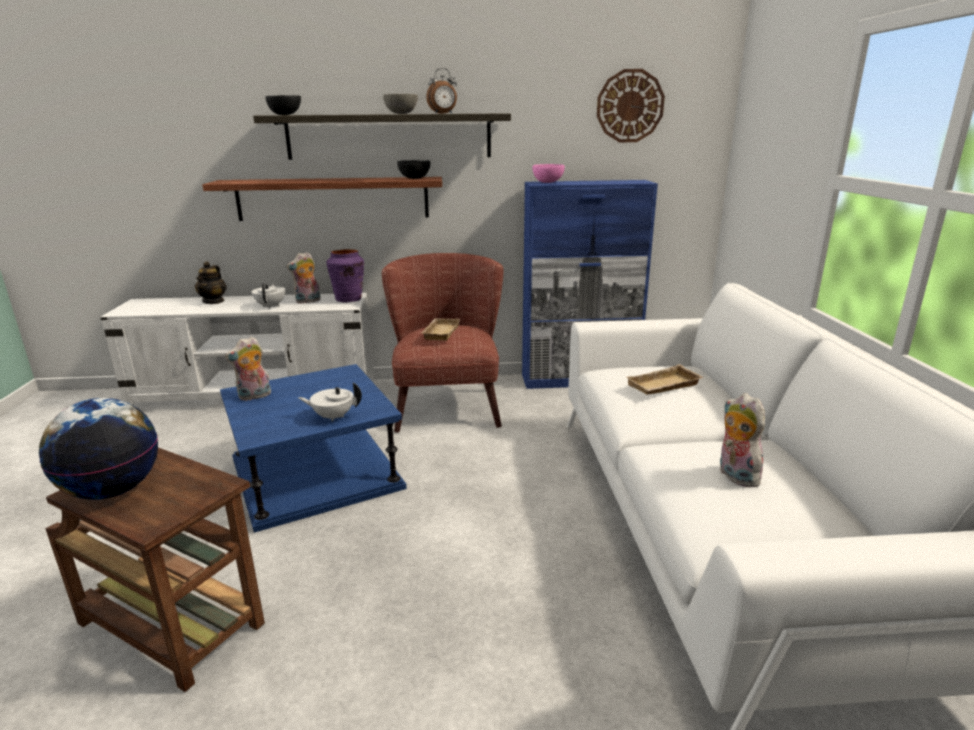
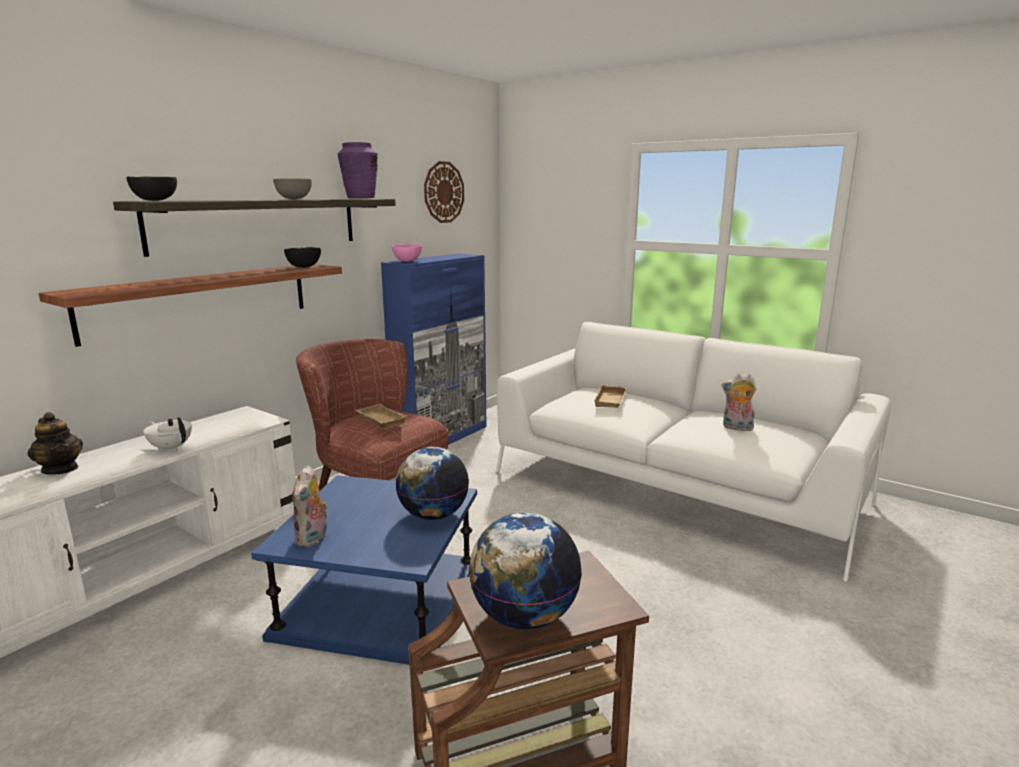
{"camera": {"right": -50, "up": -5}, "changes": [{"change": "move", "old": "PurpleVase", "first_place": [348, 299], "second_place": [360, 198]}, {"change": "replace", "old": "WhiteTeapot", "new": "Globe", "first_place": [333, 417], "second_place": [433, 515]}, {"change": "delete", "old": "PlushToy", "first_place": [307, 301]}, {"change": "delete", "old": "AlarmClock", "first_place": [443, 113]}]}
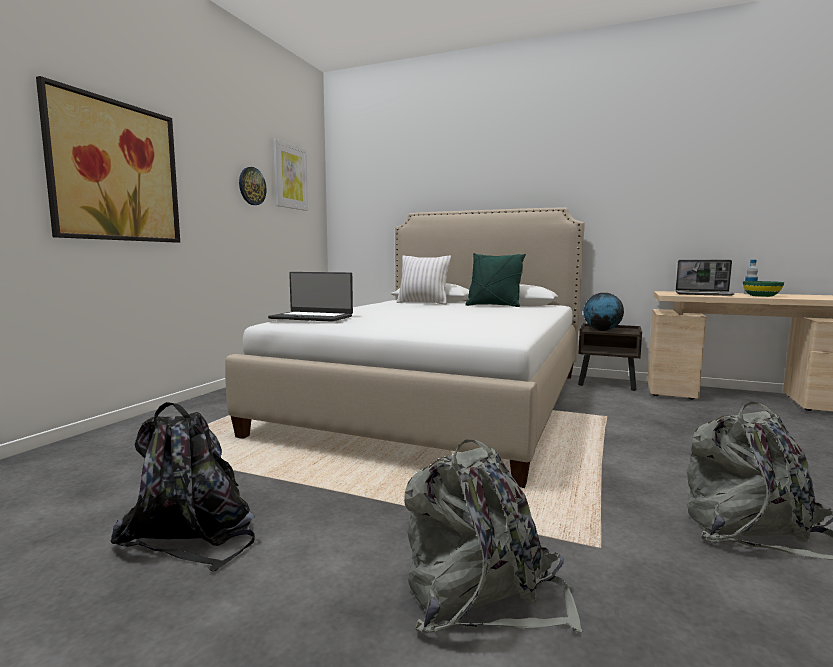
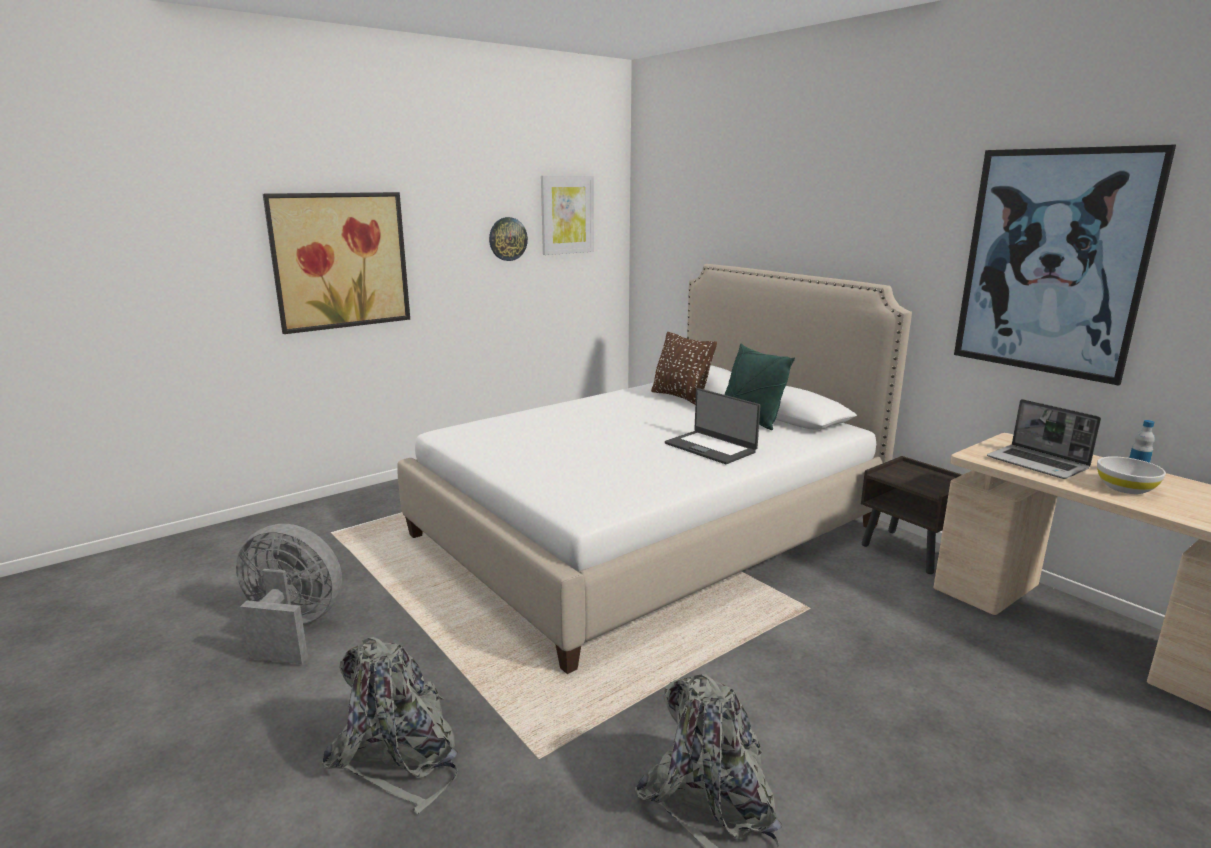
{"camera": {"right": 30, "up": 10}, "changes": [{"change": "replace", "old": "BlackBackpack", "new": "GreyFan", "first_place": [194, 533], "second_place": [292, 629]}, {"change": "recolor", "old": "WhitePillow", "new": "BrownPillow", "first_place": [423, 303], "second_place": [681, 397]}, {"change": "move", "old": "Laptop", "first_place": [312, 317], "second_place": [711, 447]}, {"change": "insert", "new": "Picture", "second_place": [1052, 263]}, {"change": "recolor", "old": "GreenBowl", "new": "WhiteBowl", "first_place": [761, 296], "second_place": [1125, 488]}, {"change": "delete", "old": "Globe", "first_place": [602, 330]}]}
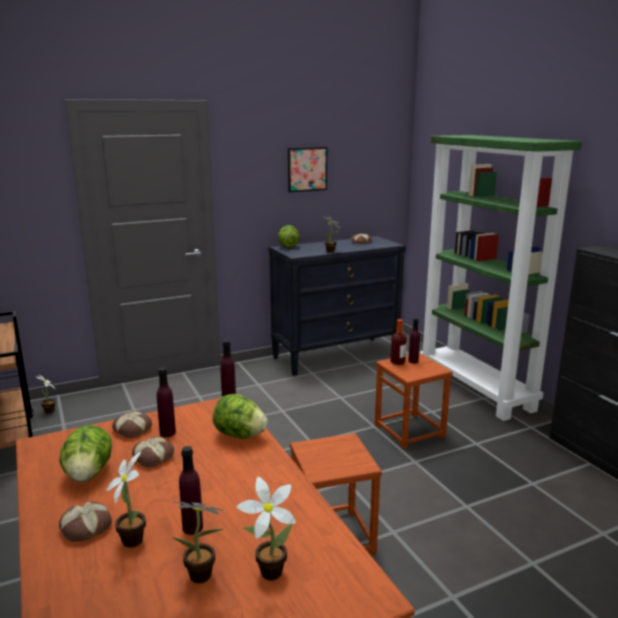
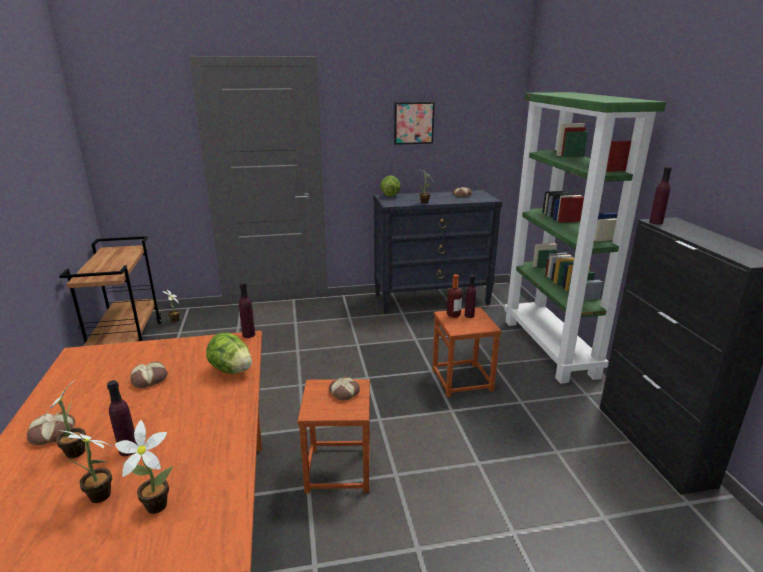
{"camera": {"right": 15, "up": 5}, "changes": [{"change": "move", "old": "Bread", "first_place": [133, 429], "second_place": [344, 392]}, {"change": "move", "old": "PurpleBottle", "first_place": [167, 433], "second_place": [655, 222]}, {"change": "delete", "old": "Lettuce", "first_place": [88, 474]}]}
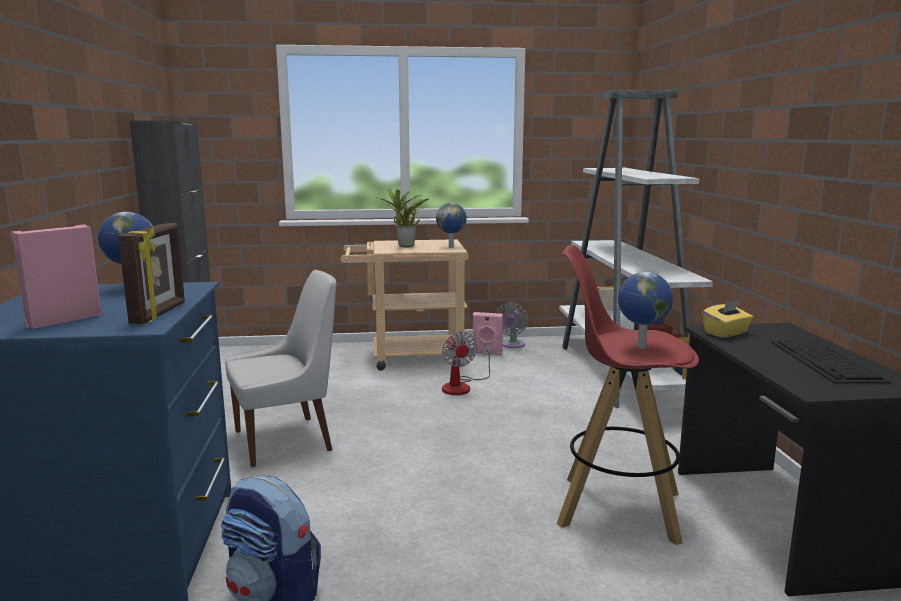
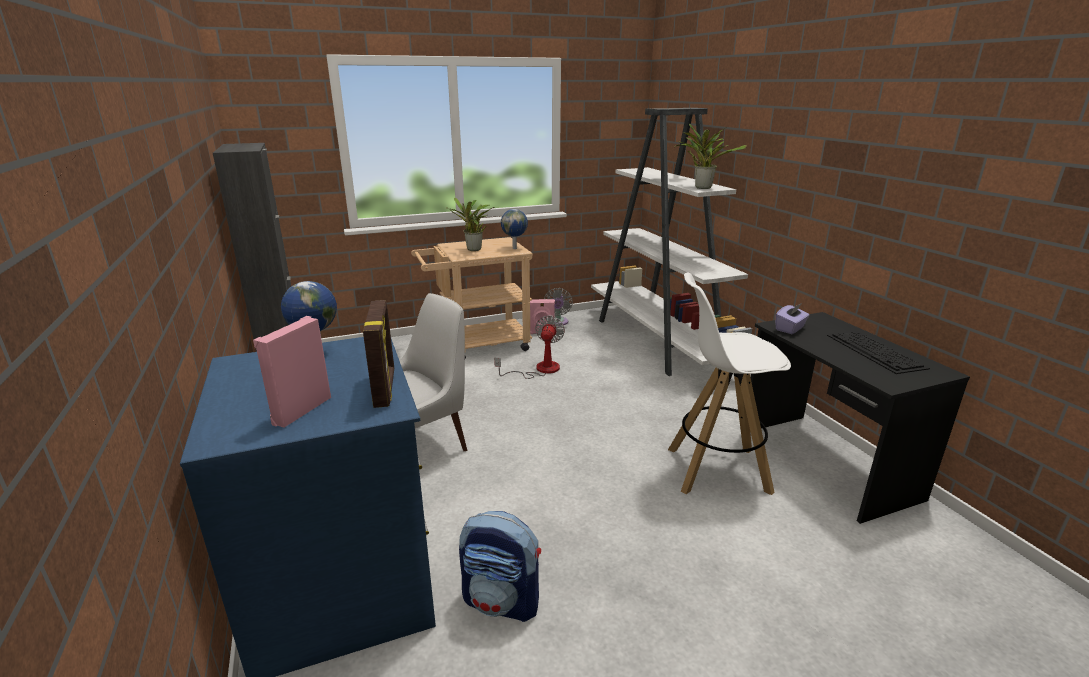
{"camera": {"right": -15, "up": 10}, "changes": [{"change": "rotate", "old": "Fan", "first_place": [462, 386], "second_place": [539, 370], "degrees": -135}, {"change": "recolor", "old": "RedStool", "new": "WhiteStool", "first_place": [617, 508], "second_place": [716, 470]}, {"change": "insert", "new": "PottedPlant", "second_place": [701, 187]}, {"change": "recolor", "old": "YellowTissueBox", "new": "PurpleTissueBox", "first_place": [726, 333], "second_place": [790, 329]}, {"change": "delete", "old": "Globe", "first_place": [640, 347]}]}
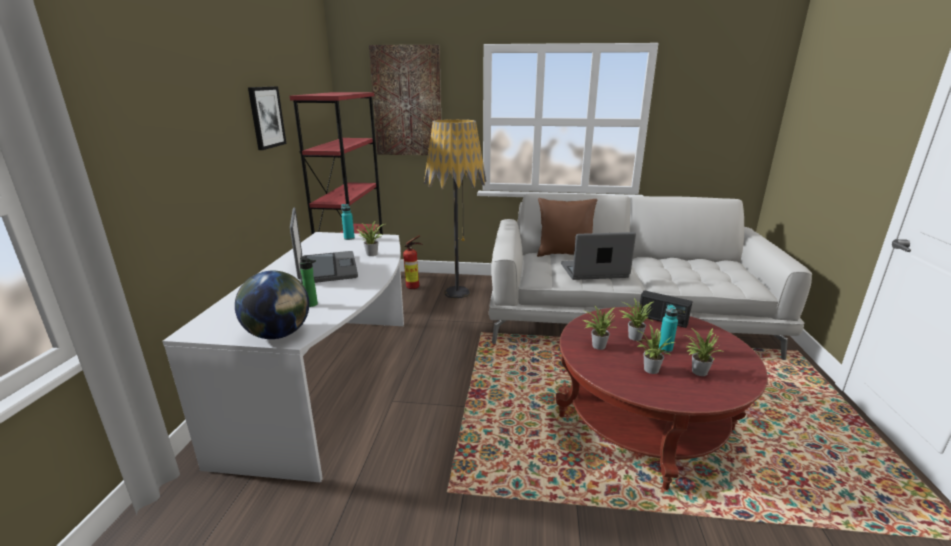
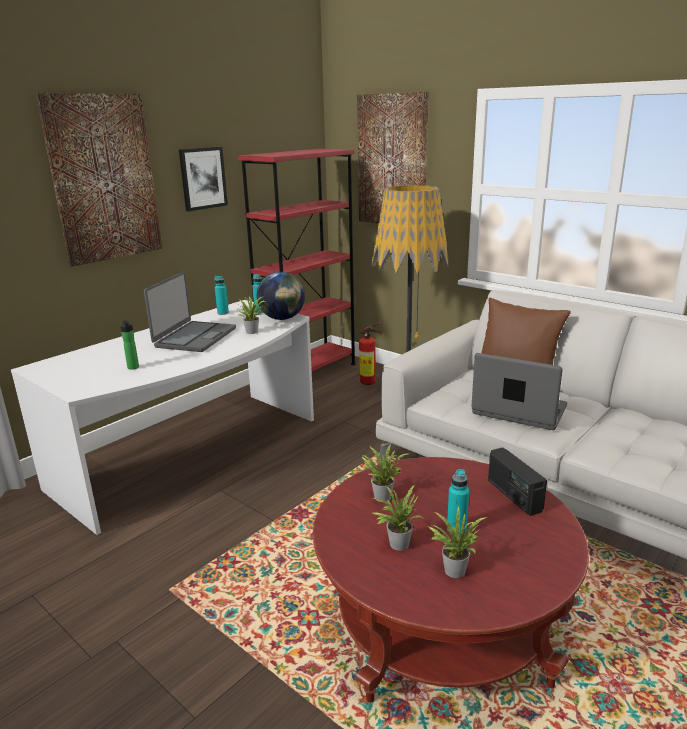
{"camera": {"right": 35, "up": 0}, "changes": [{"change": "insert", "new": "Picture", "second_place": [104, 179]}, {"change": "insert", "new": "TurquoiseBottle", "second_place": [223, 313]}, {"change": "move", "old": "Globe", "first_place": [279, 334], "second_place": [282, 318]}, {"change": "delete", "old": "PottedPlant", "first_place": [633, 336]}]}
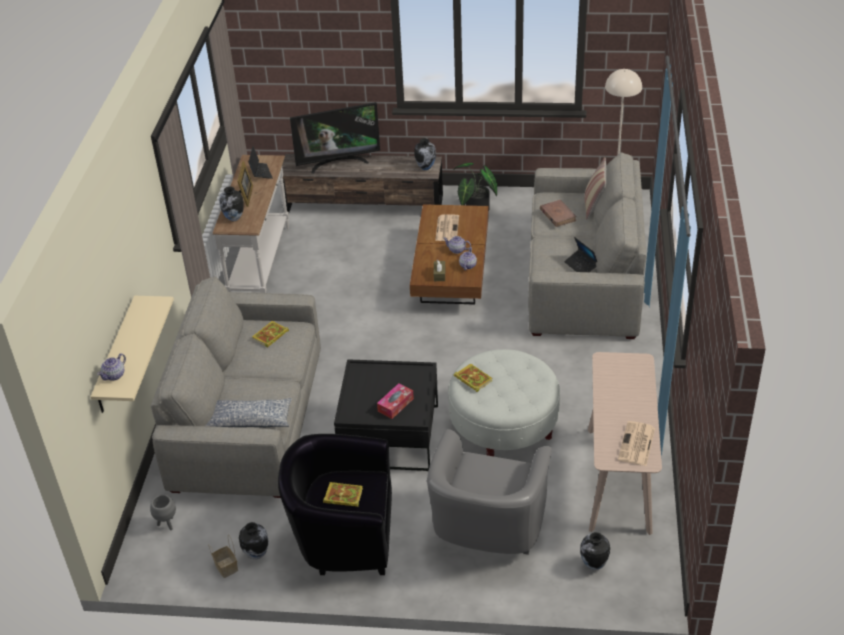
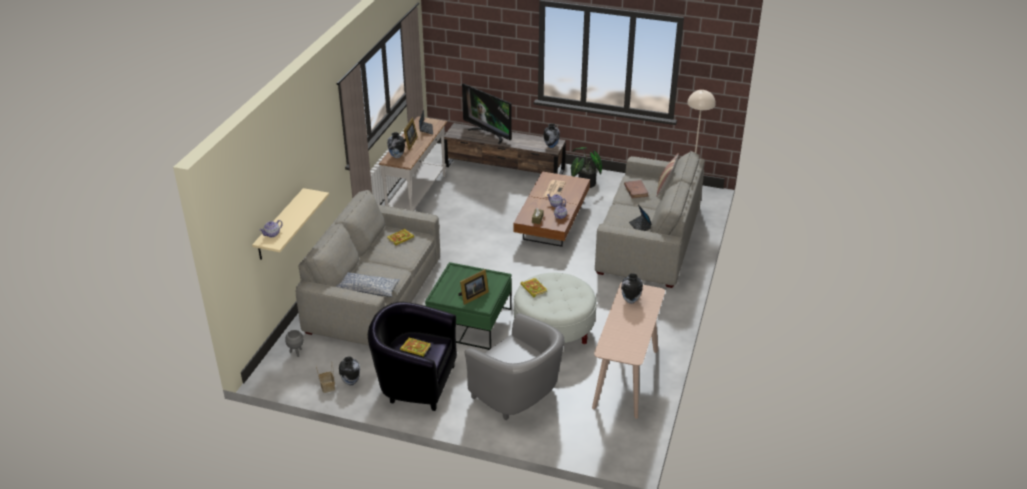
{"camera": {"right": 10, "up": -5}, "changes": [{"change": "recolor", "old": "BlackCoffeeTable", "new": "GreenCoffeeTable", "first_place": [389, 436], "second_place": [470, 323]}, {"change": "replace", "old": "TissueBox", "new": "PictureFrame", "first_place": [395, 405], "second_place": [472, 296]}, {"change": "rotate", "old": "Television", "first_place": [338, 163], "second_place": [489, 134], "degrees": 45}, {"change": "rotate", "old": "GreyArmchair", "first_place": [487, 531], "second_place": [518, 395], "degrees": -75}, {"change": "move", "old": "Vase", "first_place": [593, 565], "second_place": [630, 301]}, {"change": "delete", "old": "Newspaper", "first_place": [636, 444]}]}
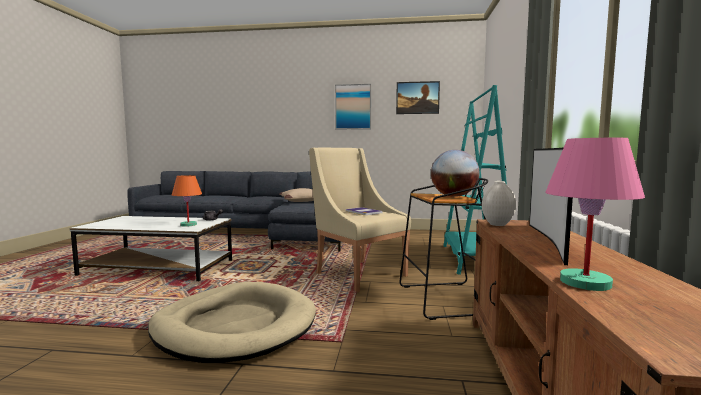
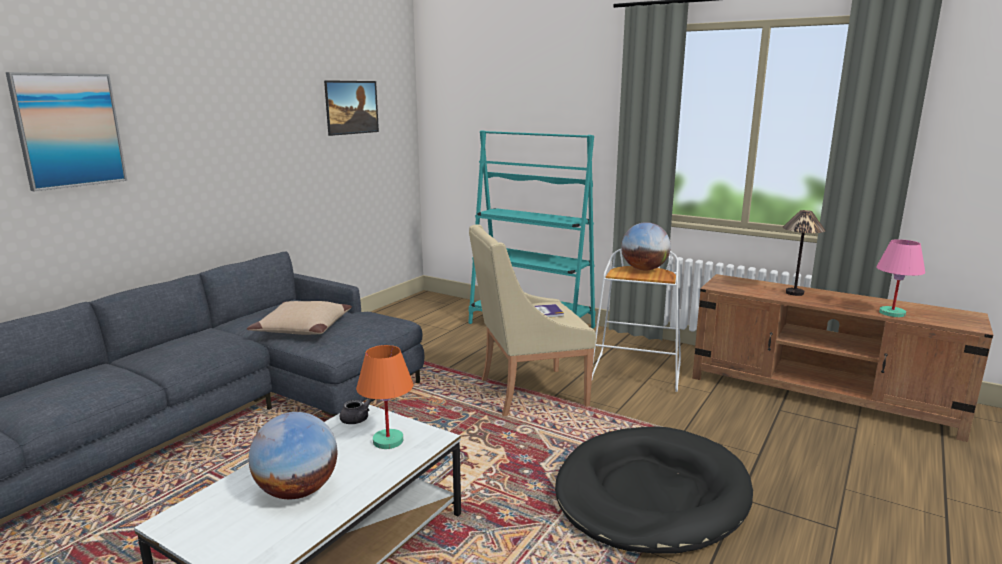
{"camera": {"right": -65, "up": 10}, "changes": [{"change": "move", "old": "Picture", "first_place": [353, 107], "second_place": [69, 130]}, {"change": "insert", "new": "Globe", "second_place": [297, 491]}, {"change": "recolor", "old": "BeigeDogBed", "new": "BlackDogBed", "first_place": [235, 326], "second_place": [651, 495]}, {"change": "recolor", "old": "BlackStool", "new": "WhiteStool", "first_place": [446, 300], "second_place": [637, 372]}, {"change": "replace", "old": "Television", "new": "TableLamp", "first_place": [551, 241], "second_place": [795, 293]}, {"change": "delete", "old": "WhiteVase", "first_place": [497, 224]}]}
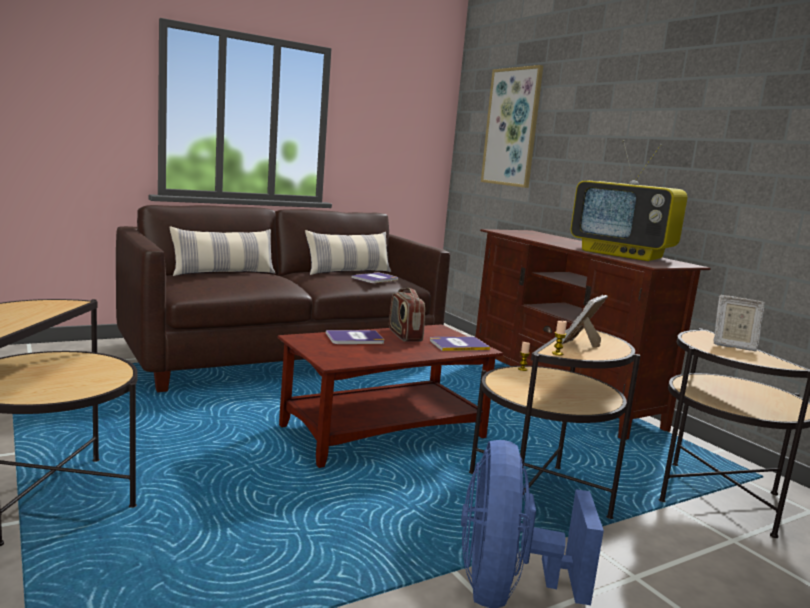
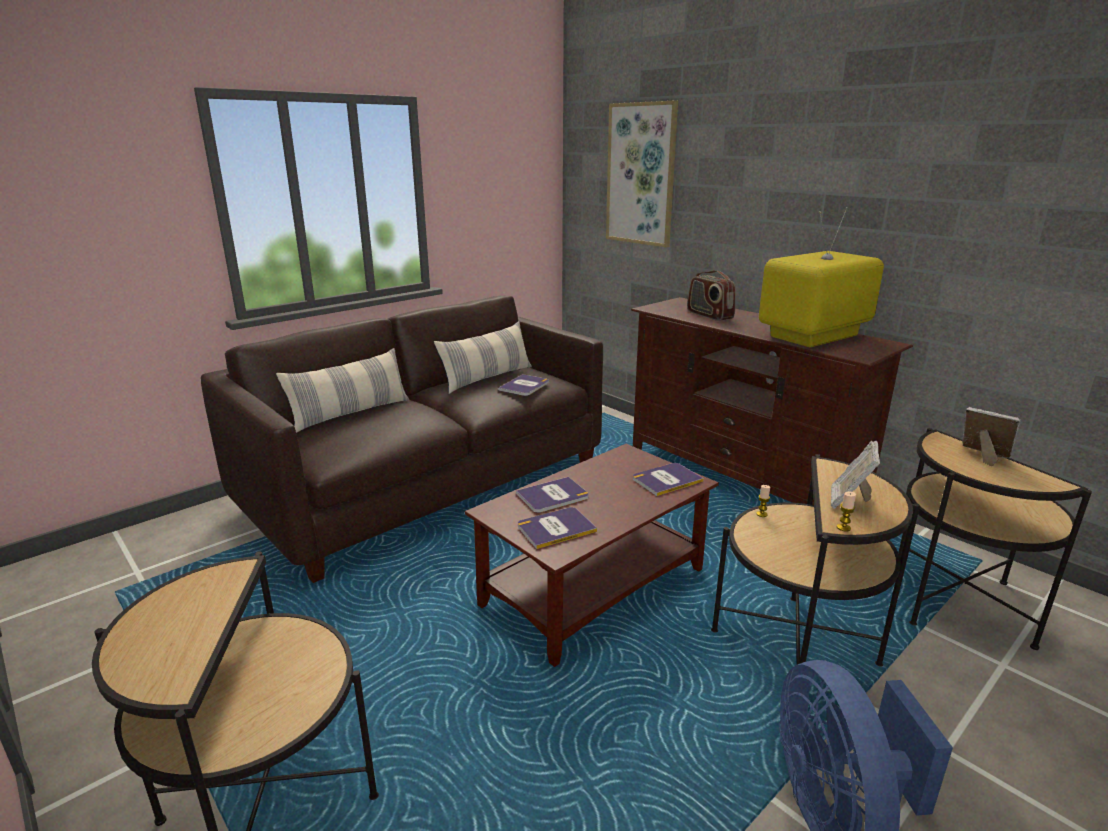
{"camera": {"right": -10, "up": 10}, "changes": [{"change": "insert", "new": "Book", "second_place": [556, 528]}, {"change": "move", "old": "Radio", "first_place": [404, 335], "second_place": [709, 315]}, {"change": "rotate", "old": "Television", "first_place": [623, 254], "second_place": [814, 337], "degrees": 120}, {"change": "rotate", "old": "PictureFrame", "first_place": [733, 345], "second_place": [983, 457], "degrees": -150}]}
